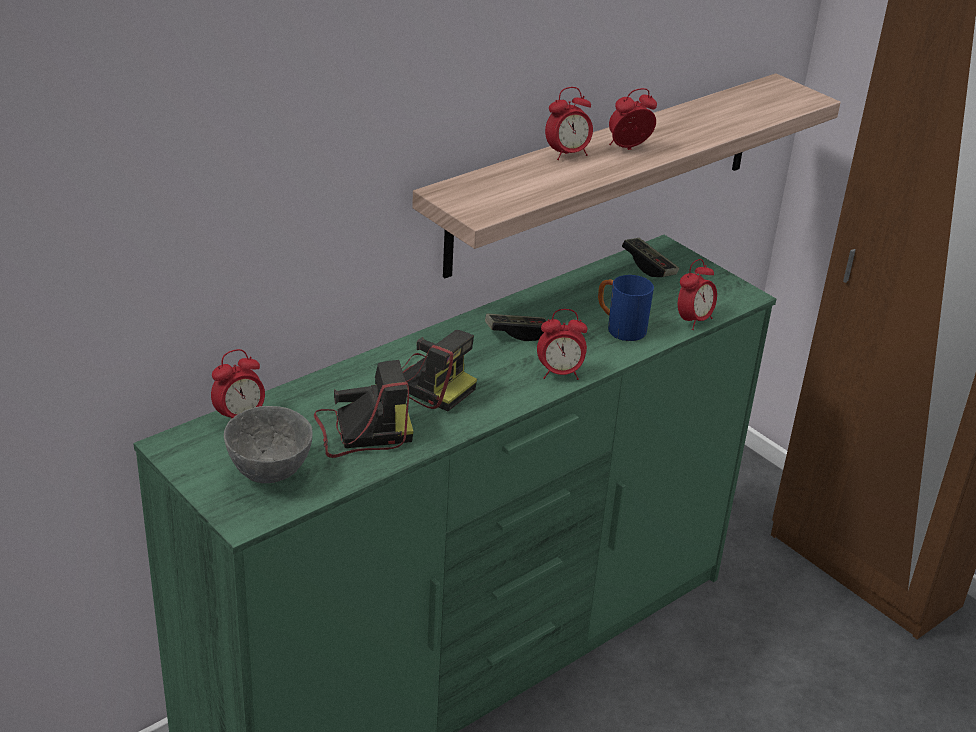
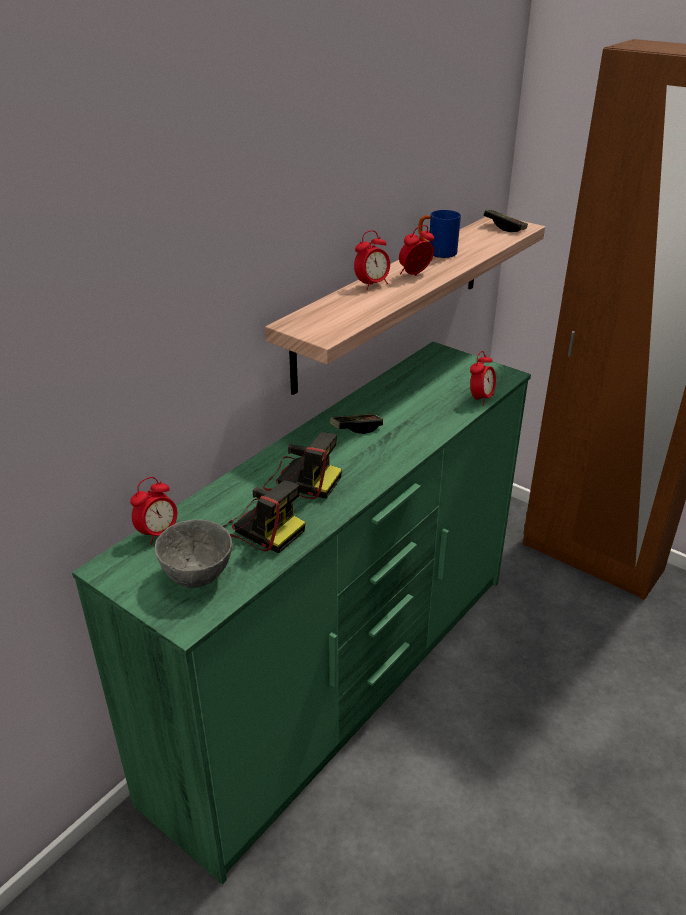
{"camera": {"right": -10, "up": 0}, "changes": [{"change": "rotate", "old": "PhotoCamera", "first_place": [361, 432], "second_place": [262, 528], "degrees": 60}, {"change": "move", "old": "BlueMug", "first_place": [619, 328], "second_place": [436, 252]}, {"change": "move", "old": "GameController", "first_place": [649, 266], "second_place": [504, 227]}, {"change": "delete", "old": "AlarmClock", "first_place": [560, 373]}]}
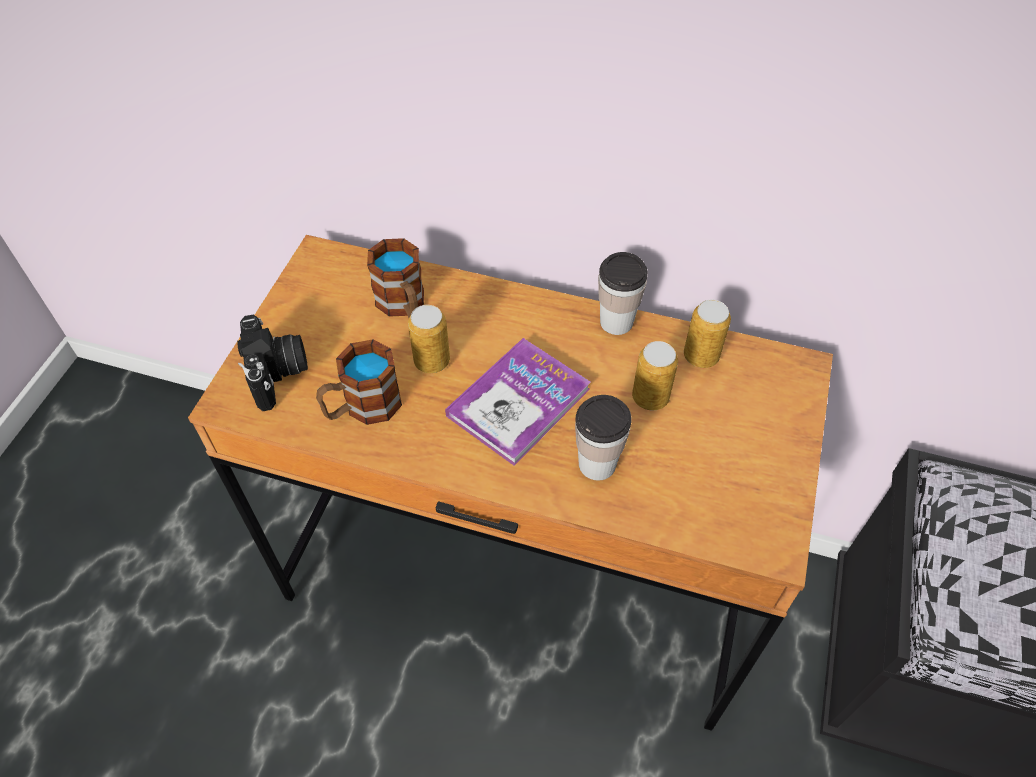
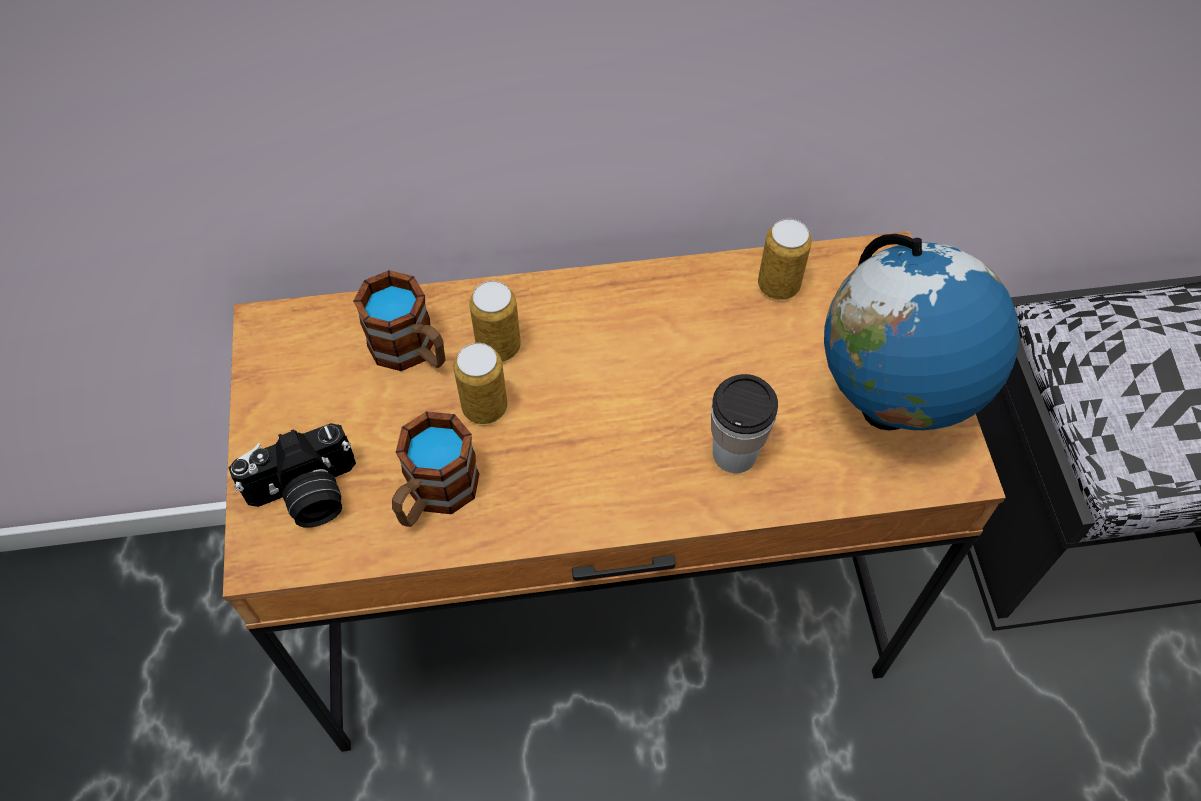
{"camera": {"right": -25, "up": 5}, "changes": [{"change": "rotate", "old": "PhotoCamera", "first_place": [278, 374], "second_place": [306, 495], "degrees": 105}, {"change": "move", "old": "Can", "first_place": [650, 397], "second_place": [498, 346]}, {"change": "insert", "new": "Globe", "second_place": [888, 408]}, {"change": "delete", "old": "Book", "first_place": [518, 402]}, {"change": "delete", "old": "Cup", "first_place": [616, 322]}]}
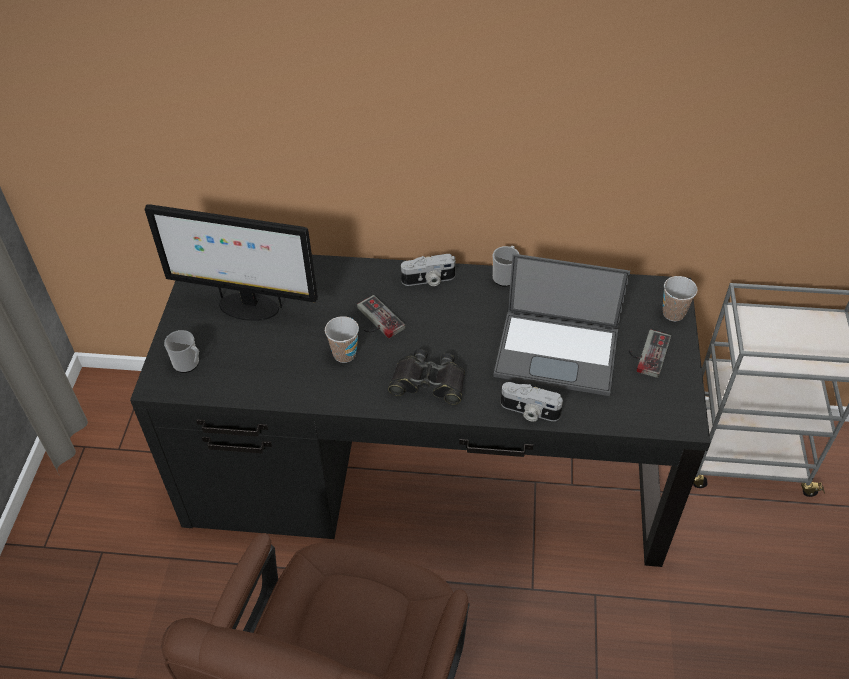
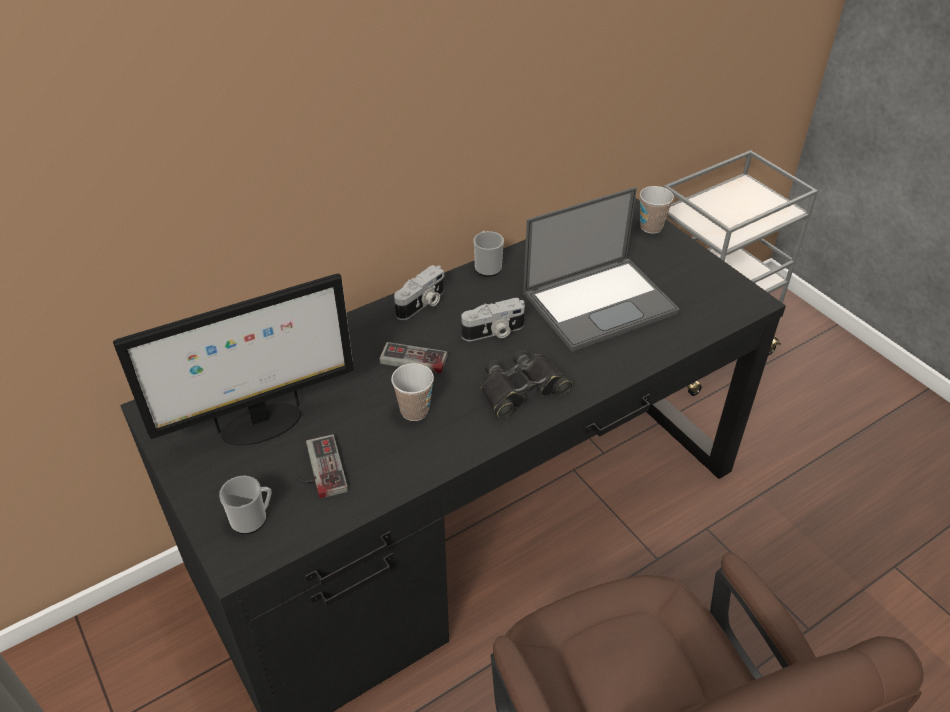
{"camera": {"right": -40, "up": -5}, "changes": [{"change": "move", "old": "GameController", "first_place": [646, 353], "second_place": [318, 469]}, {"change": "move", "old": "PhotoCamera", "first_place": [529, 411], "second_place": [494, 332]}]}
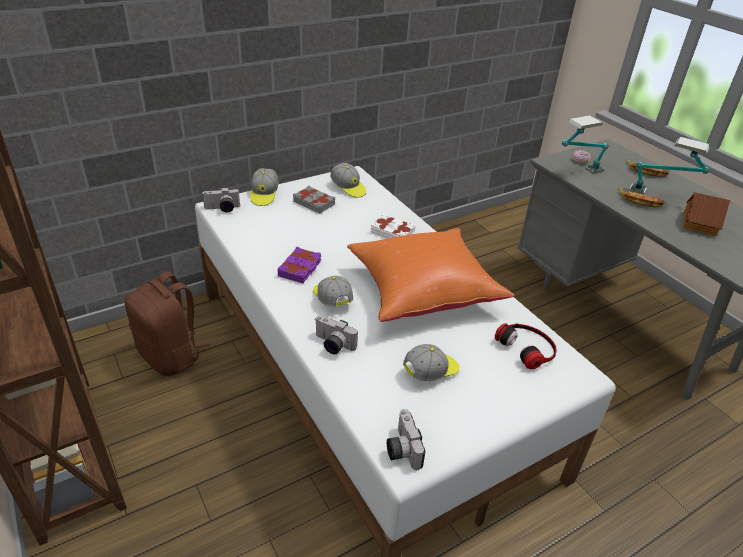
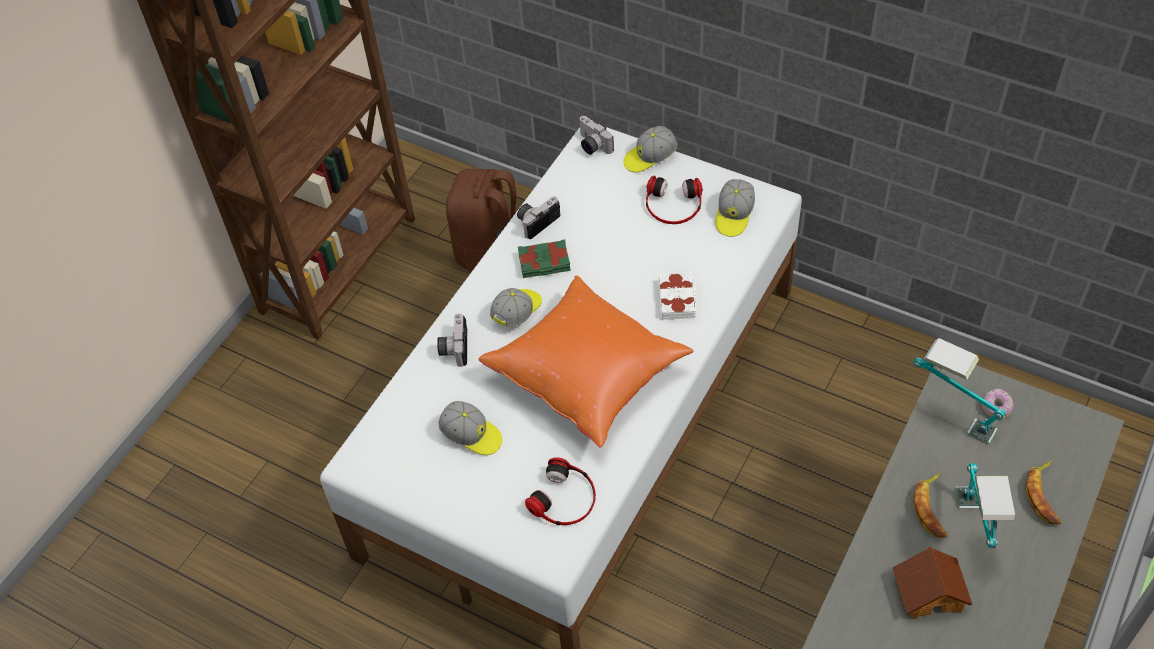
{"camera": {"right": 65, "up": 15}, "changes": [{"change": "move", "old": "PhotoCamera", "first_place": [401, 449], "second_place": [537, 221]}, {"change": "recolor", "old": "PurpleBook", "new": "GreenBook", "first_place": [300, 269], "second_place": [544, 263]}, {"change": "replace", "old": "GreyBook", "new": "Headphones", "first_place": [314, 203], "second_place": [673, 205]}]}
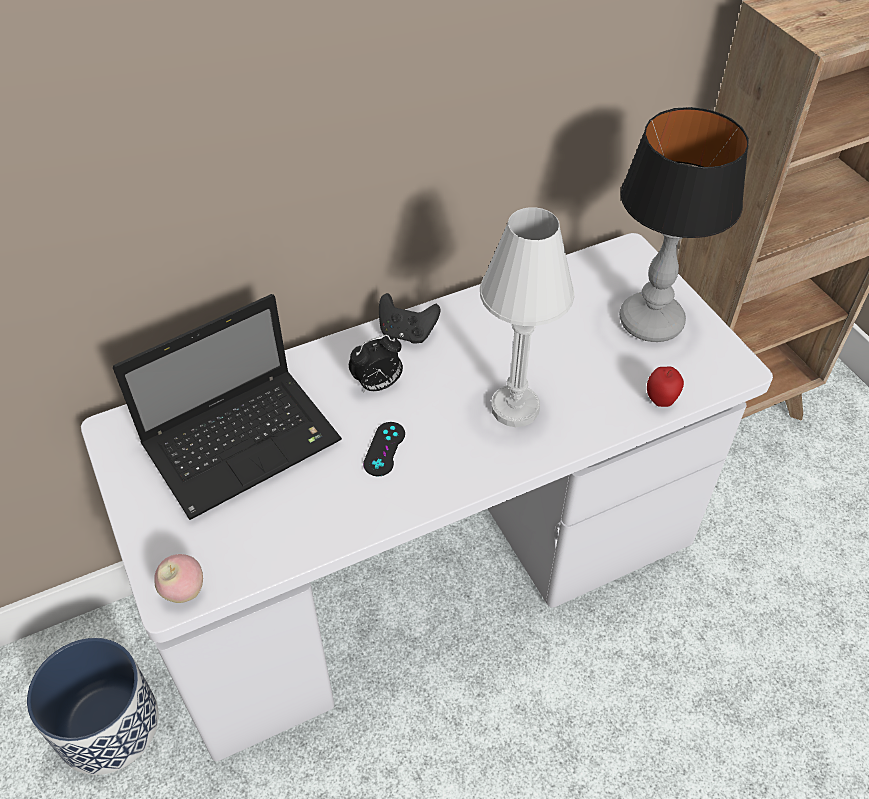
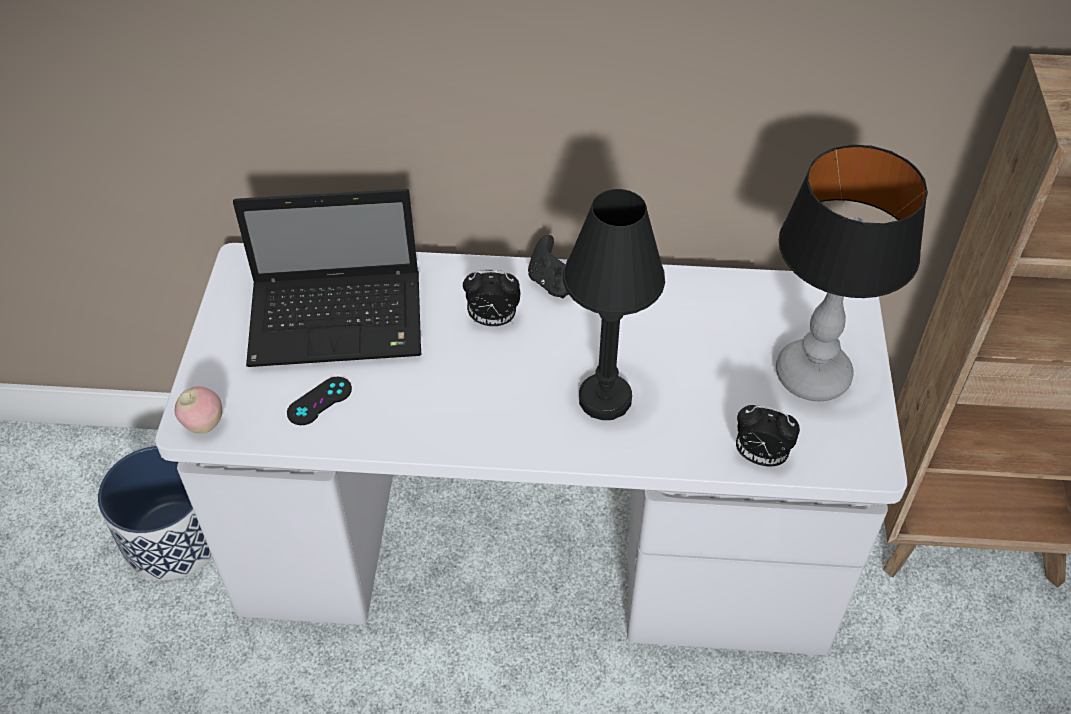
{"camera": {"right": 30, "up": 0}, "changes": [{"change": "move", "old": "BlackGameController", "first_place": [384, 449], "second_place": [319, 401]}, {"change": "recolor", "old": "WhiteTableLamp", "new": "BlackTableLamp", "first_place": [515, 408], "second_place": [604, 399]}, {"change": "replace", "old": "Apple", "new": "AlarmClock", "first_place": [660, 400], "second_place": [759, 457]}]}
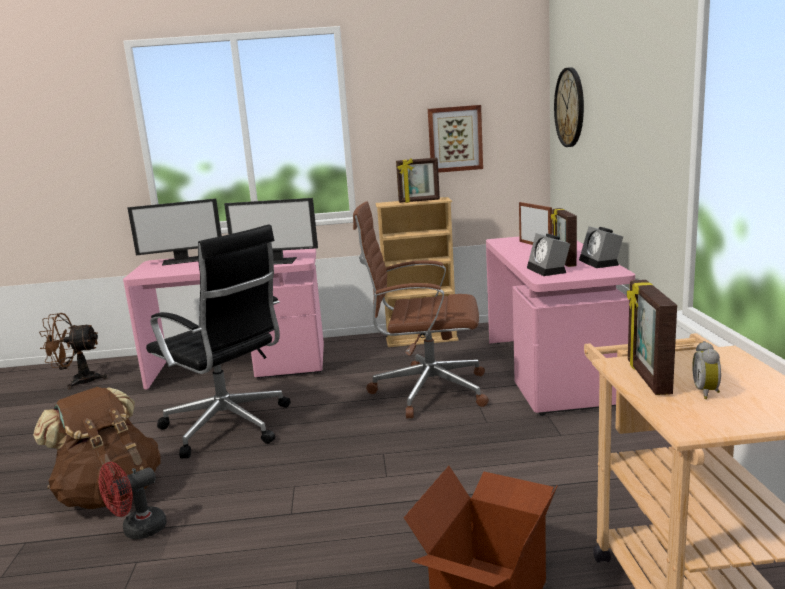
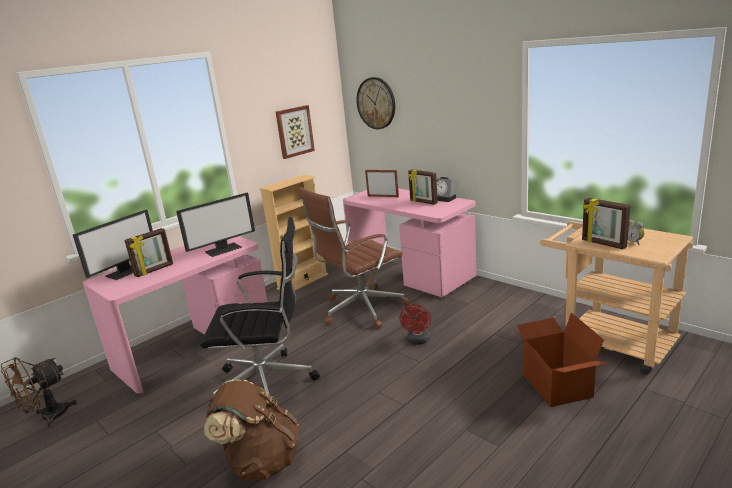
{"camera": {"right": -40, "up": 5}, "changes": [{"change": "move", "old": "PictureFrame", "first_place": [419, 201], "second_place": [154, 270]}, {"change": "move", "old": "RedFan", "first_place": [138, 531], "second_place": [418, 341]}, {"change": "delete", "old": "AlarmClock", "first_place": [548, 270]}]}
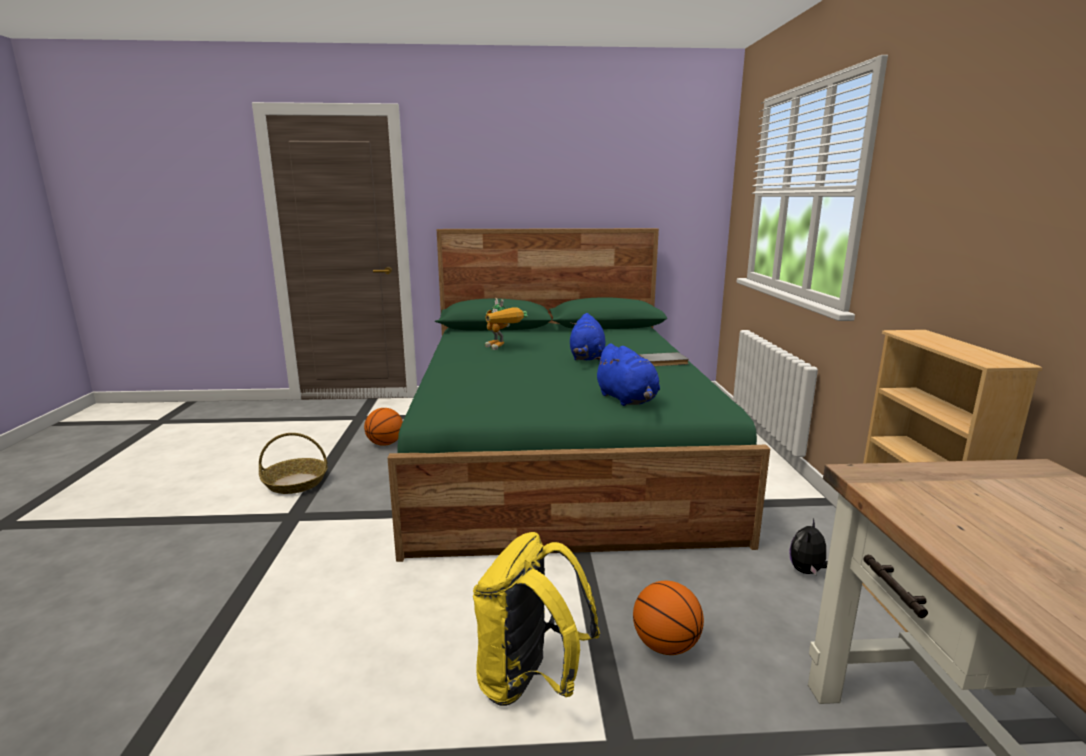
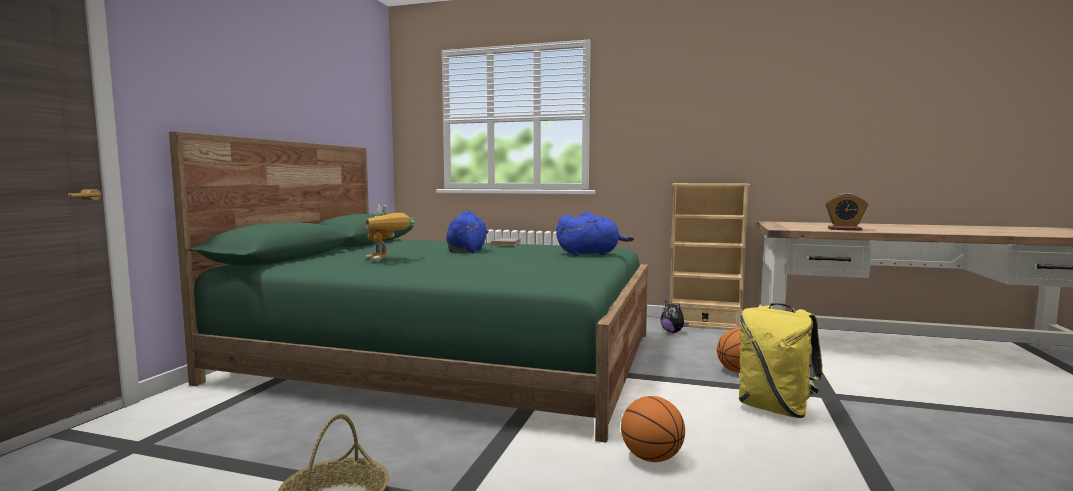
{"camera": {"right": -70, "up": -10}, "changes": [{"change": "rotate", "old": "ToyRobot", "first_place": [502, 348], "second_place": [386, 260], "degrees": 60}, {"change": "rotate", "old": "BluePlushToy", "first_place": [587, 357], "second_place": [467, 251], "degrees": -105}, {"change": "move", "old": "Basketball", "first_place": [385, 444], "second_place": [651, 458]}, {"change": "insert", "new": "AlarmClock", "second_place": [844, 229]}]}
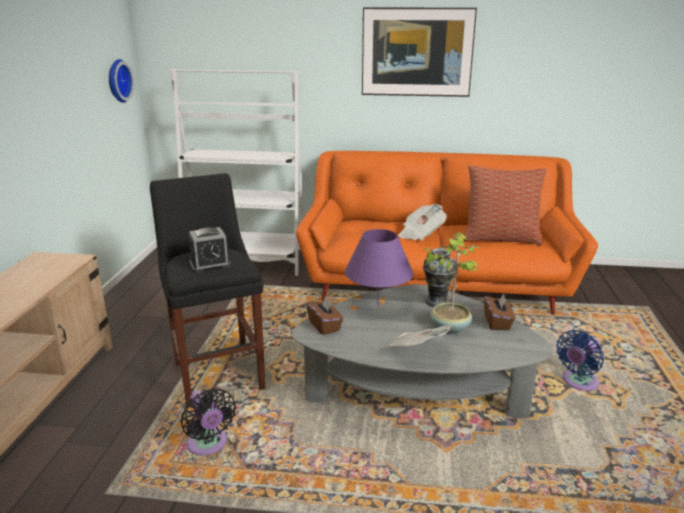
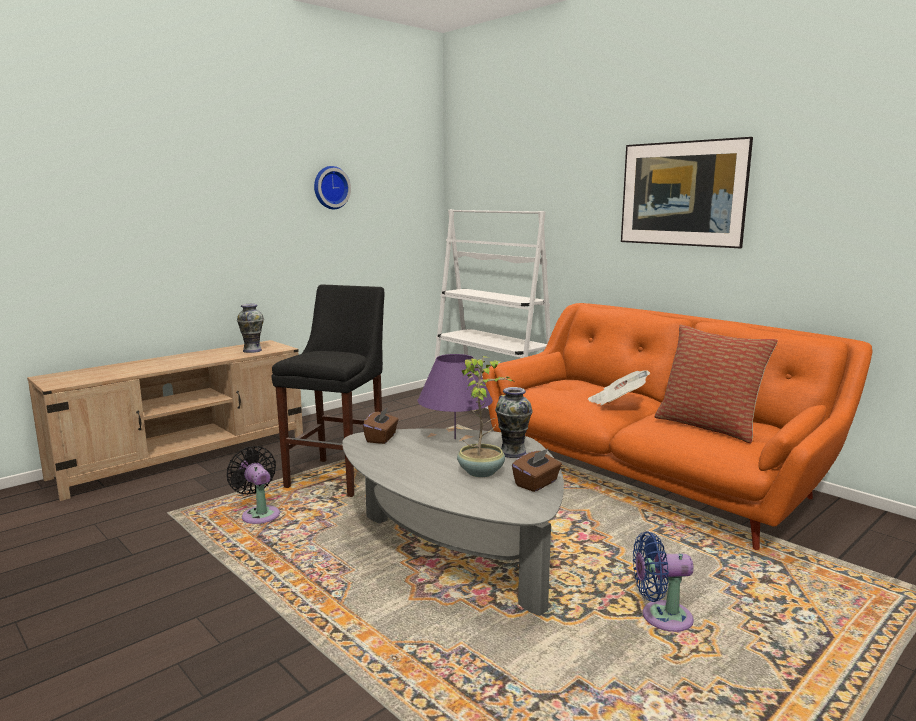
{"camera": {"right": 40, "up": -10}, "changes": [{"change": "rotate", "old": "BlackFan", "first_place": [208, 445], "second_place": [259, 514], "degrees": 135}, {"change": "insert", "new": "Vase", "second_place": [252, 350]}, {"change": "move", "old": "WallClock", "first_place": [117, 81], "second_place": [330, 187]}, {"change": "delete", "old": "AlarmClock", "first_place": [210, 264]}, {"change": "delete", "old": "Newspaper", "first_place": [417, 351]}]}
